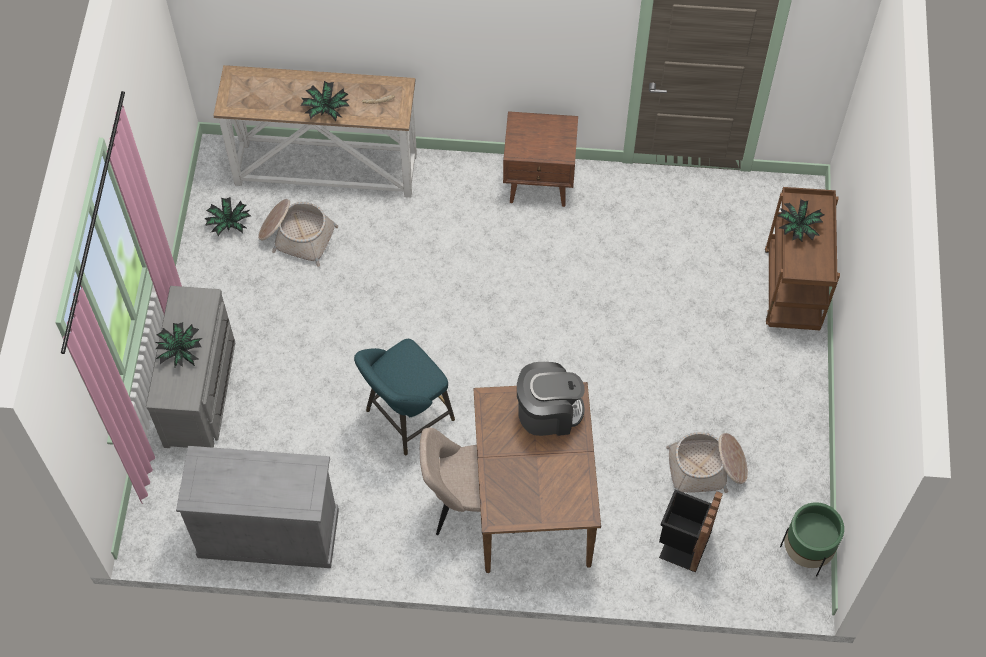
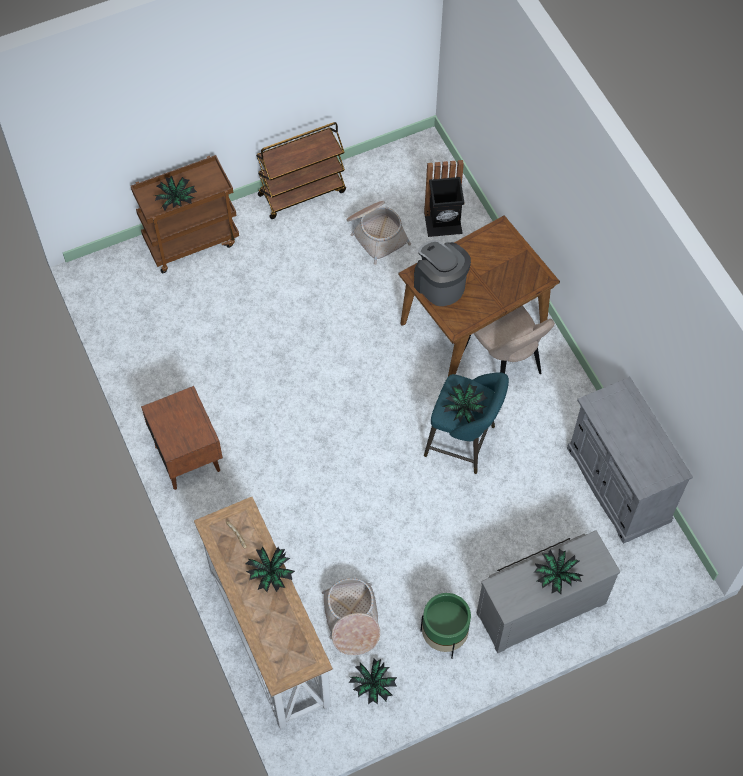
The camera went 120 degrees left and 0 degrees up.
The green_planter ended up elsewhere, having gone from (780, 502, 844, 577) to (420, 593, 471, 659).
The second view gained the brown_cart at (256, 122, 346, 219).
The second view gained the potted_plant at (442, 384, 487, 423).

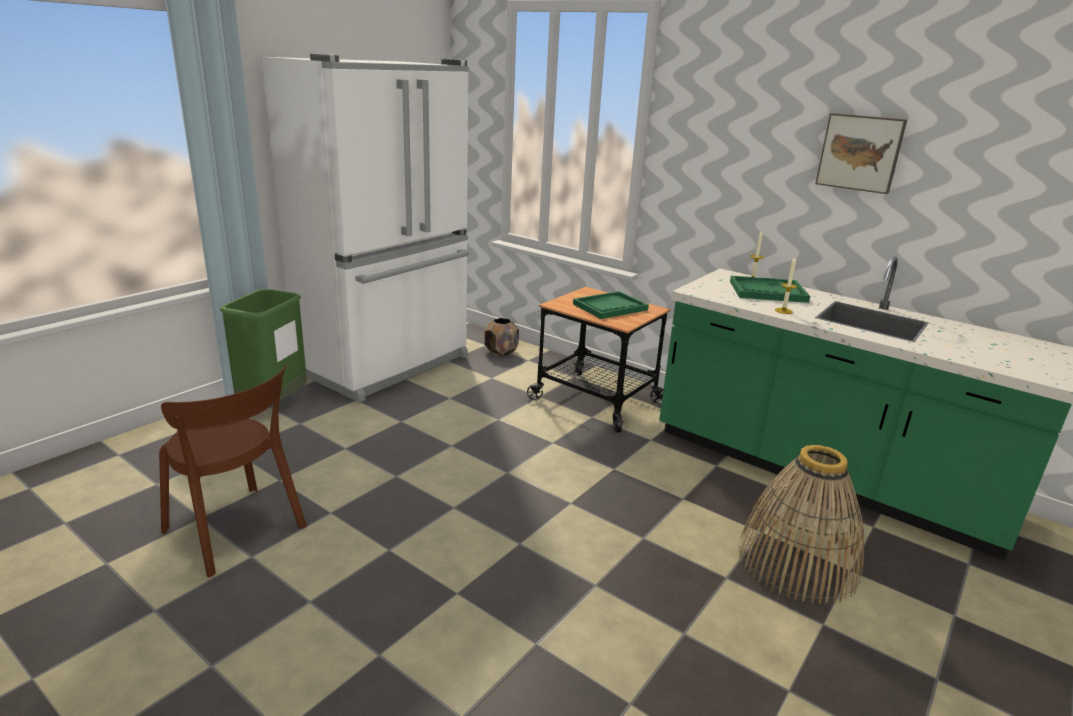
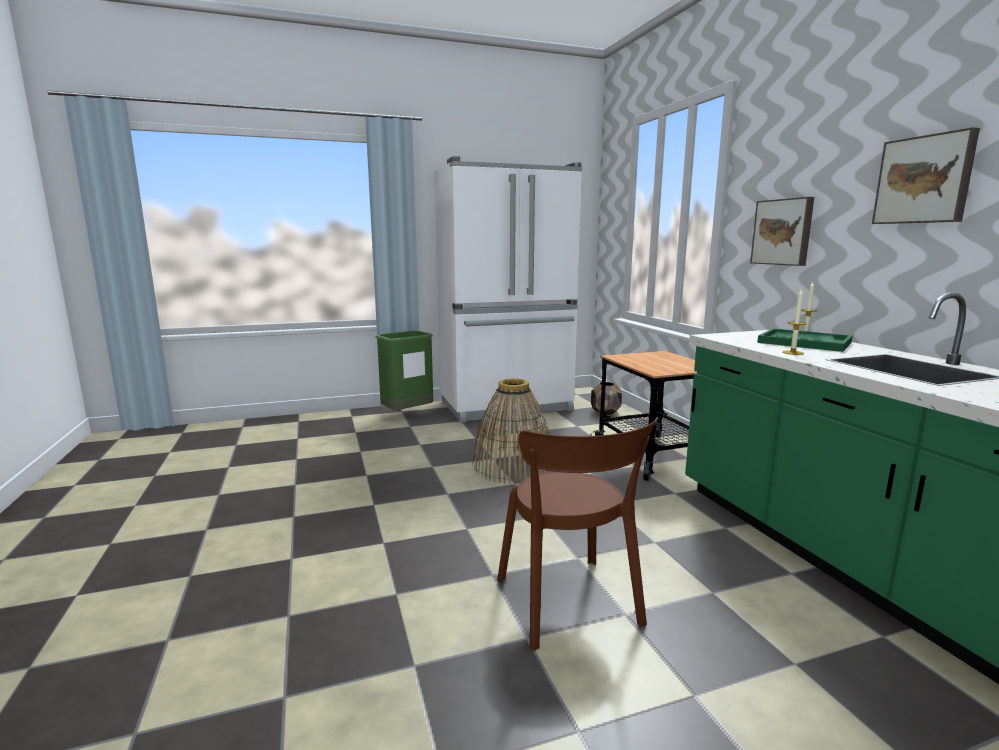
The camera went 35 degrees right and 10 degrees down.
The brown_chair ended up elsewhere, having gone from (159, 363, 307, 577) to (497, 417, 658, 651).
The second view lost the green_tray at (573, 291, 649, 319).
The basket ended up elsewhere, having gone from (738, 445, 864, 604) to (472, 379, 549, 484).
The second view gained the picture at (750, 197, 814, 266).

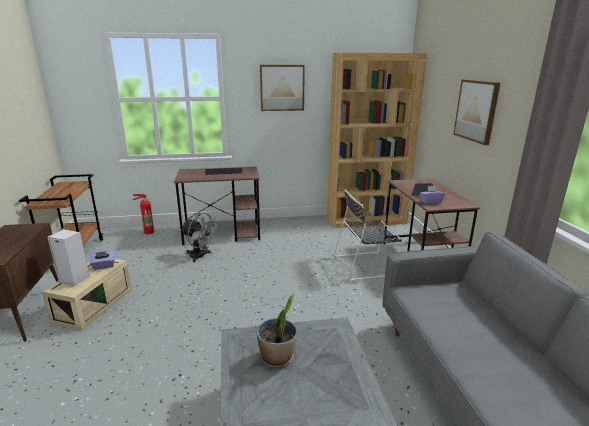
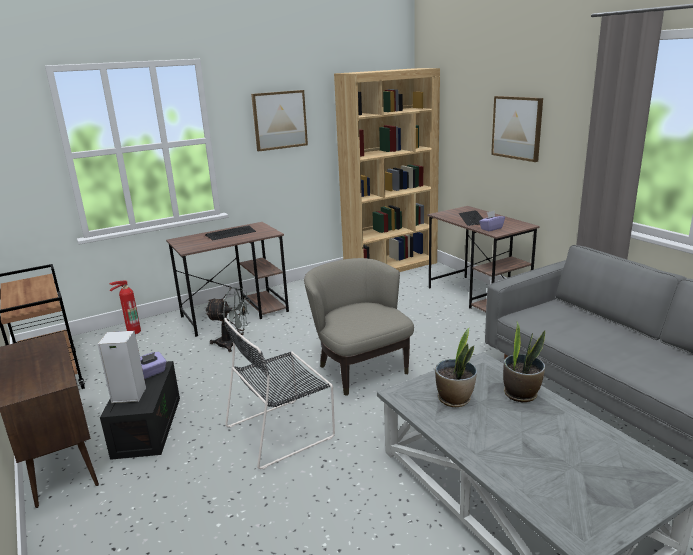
The camera went 20 degrees left and 0 degrees up.
What was the beige_storage_box at (42, 259, 131, 331) turned into the black_storage_box at (100, 361, 180, 460).
The black_chair ended up elsewhere, having gone from (333, 189, 404, 281) to (224, 318, 335, 469).
The second view gained the beige_armchair at (304, 258, 414, 396).
The second view gained the potted_plant at (503, 322, 545, 402).

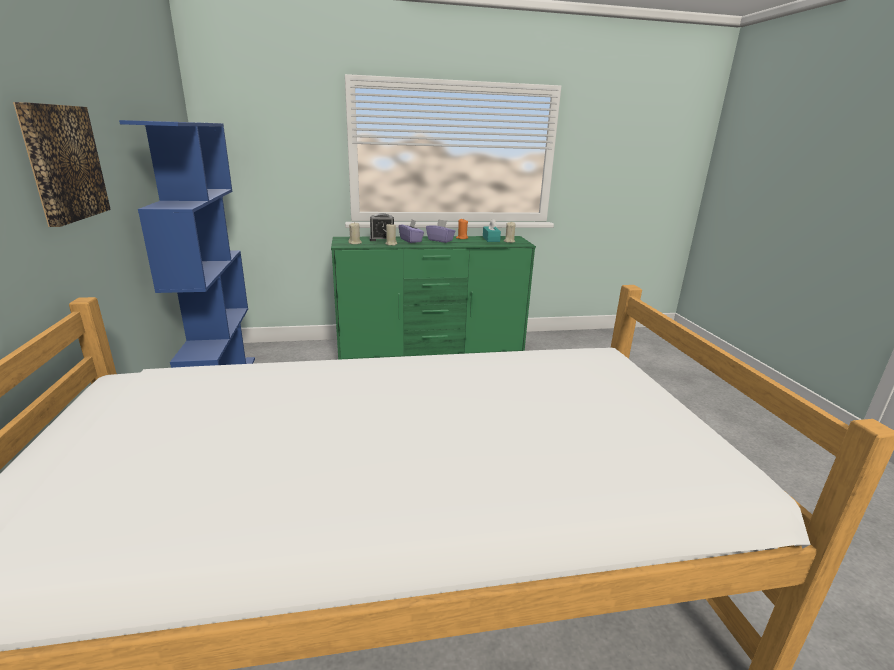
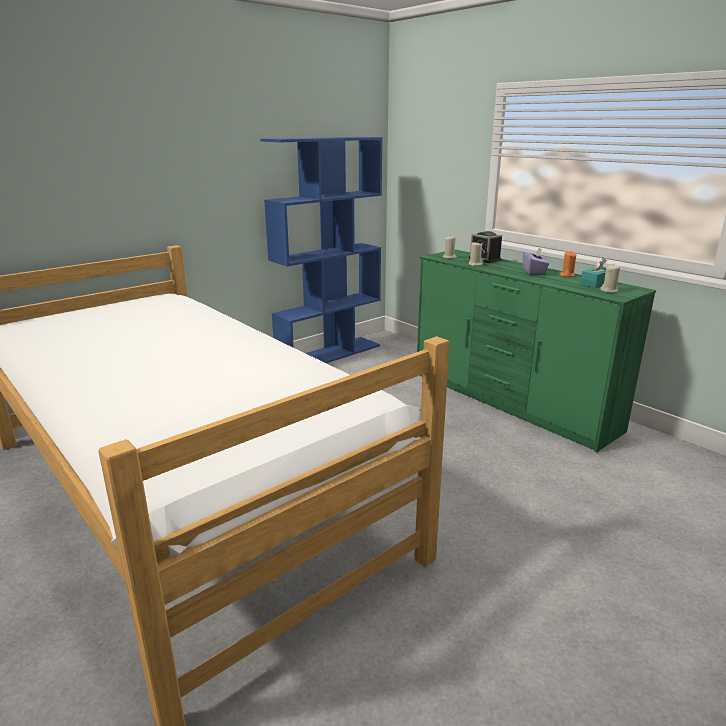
The camera went 60 degrees right and 0 degrees up.
The second view lost the picture at (13, 102, 111, 227).
The second view lost the purple_tissue_box at (399, 220, 424, 243).

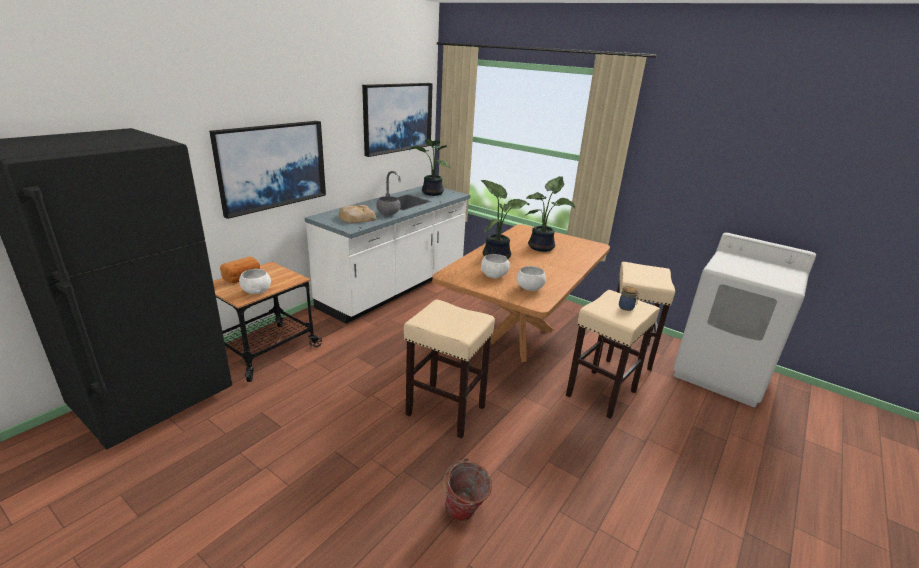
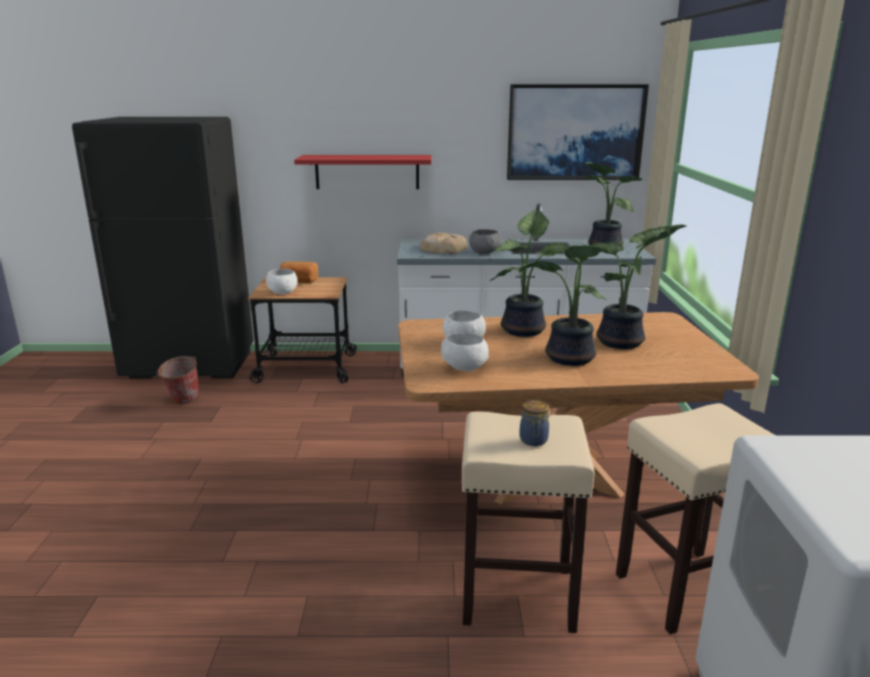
The camera went 55 degrees right and 5 degrees down.
Where the picture hung at (209, 121, 326, 219), the red_shelf came to hang at (294, 155, 431, 189).
The second view lost the beige_stool at (404, 300, 495, 439).
The bucket ended up elsewhere, having gone from (443, 458, 492, 521) to (156, 356, 200, 405).
The second view gained the potted_plant at (519, 245, 608, 366).

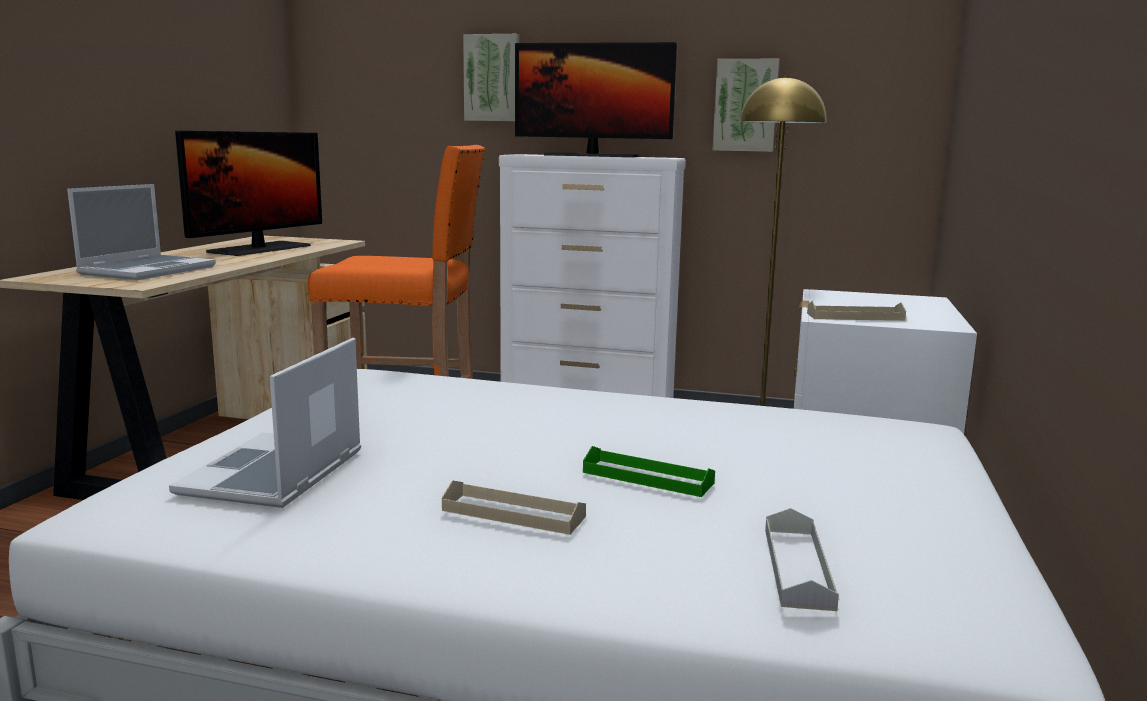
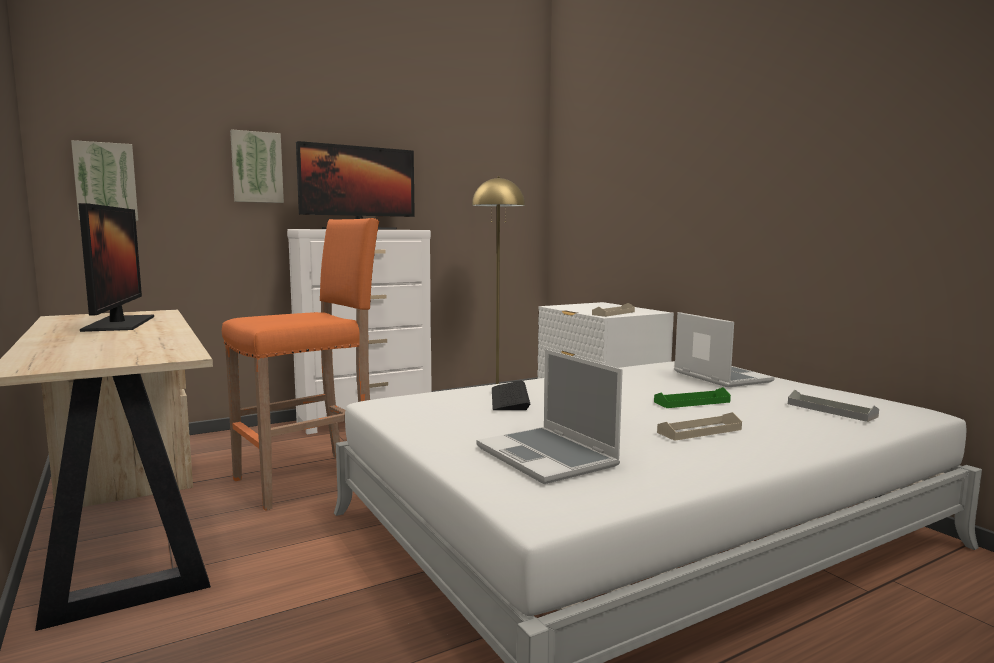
The camera went 45 degrees left and 5 degrees down.
The laptop ended up elsewhere, having gone from (67, 184, 216, 280) to (674, 312, 775, 388).
The picture ended up elsewhere, having gone from (712, 59, 779, 152) to (71, 140, 138, 221).
The second view gained the keyboard at (492, 381, 530, 410).

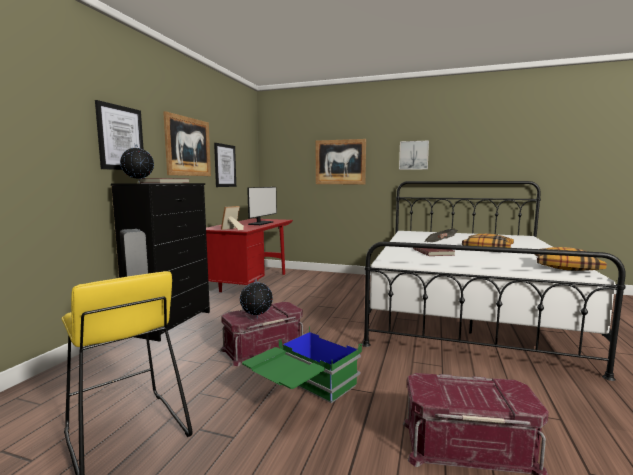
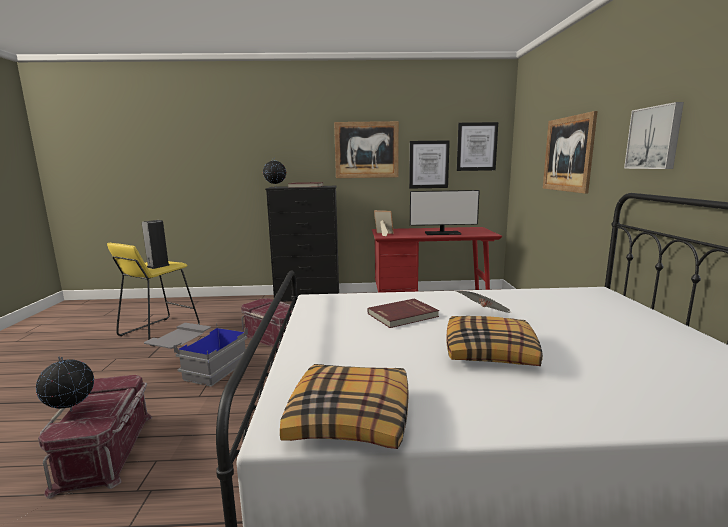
The camera went 70 degrees right and 5 degrees up.
The picture ended up elsewhere, having gone from (95, 100, 143, 170) to (457, 122, 498, 171).
The globe ended up elsewhere, having gone from (240, 279, 273, 319) to (36, 356, 94, 411).
What was the green_storage_box at (242, 326, 362, 403) turned into the grey_storage_box at (144, 323, 248, 387).

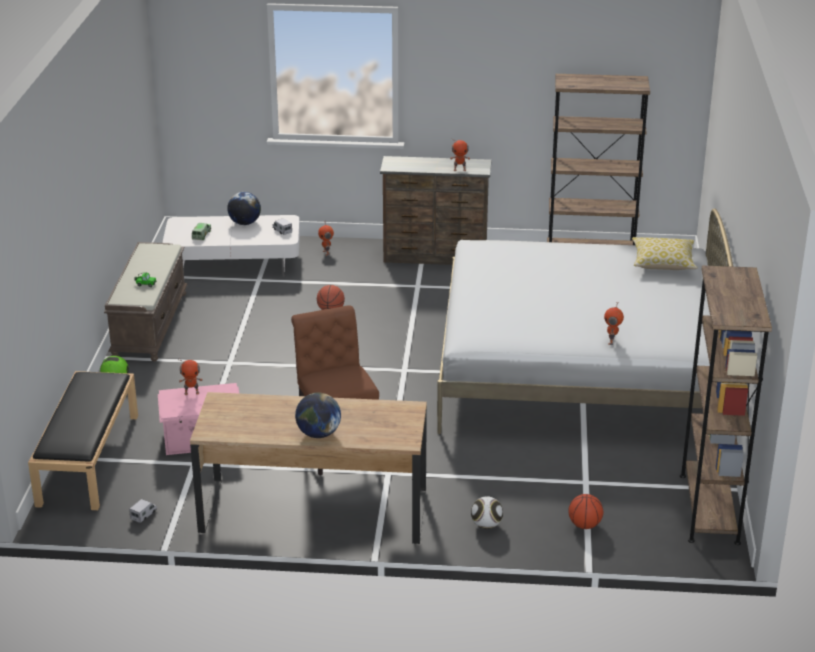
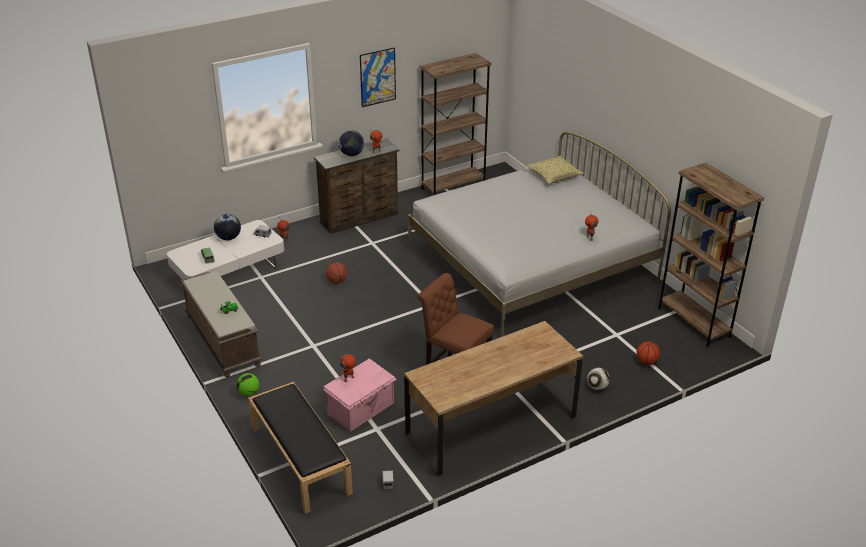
The camera went 35 degrees left and 5 degrees up.
The globe ended up elsewhere, having gone from (295, 392, 341, 438) to (339, 130, 364, 156).
The second view gained the picture at (360, 47, 396, 107).

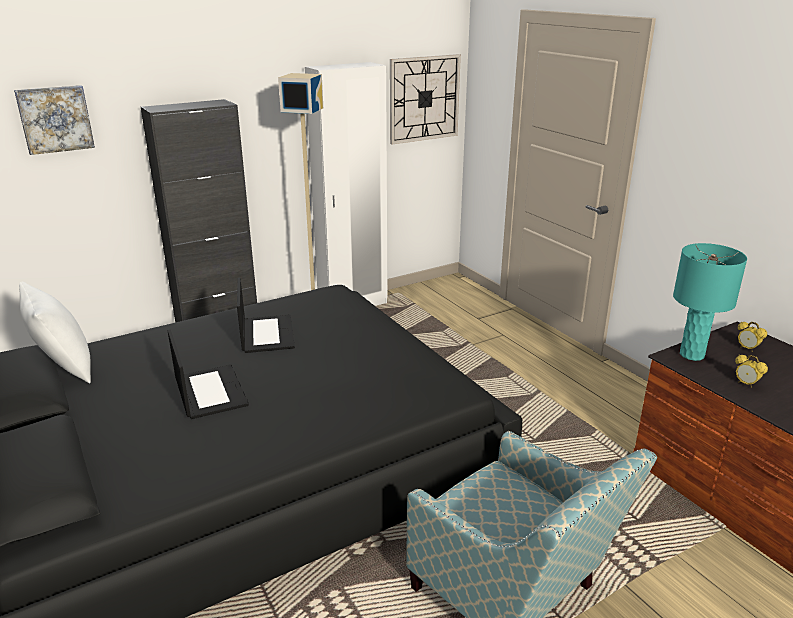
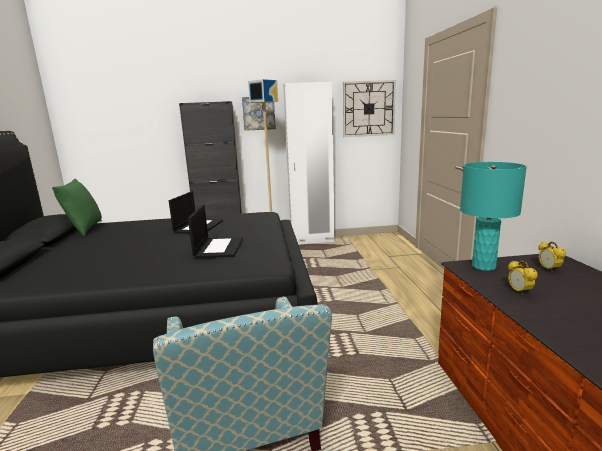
The camera went 25 degrees right and 10 degrees down.
The picture ended up elsewhere, having gone from (14, 85, 95, 155) to (242, 97, 276, 131).
What was the white_pillow at (19, 282, 91, 383) turned into the green_pillow at (52, 179, 102, 236).
The laptop ended up elsewhere, having gone from (168, 330, 249, 419) to (188, 205, 243, 258).

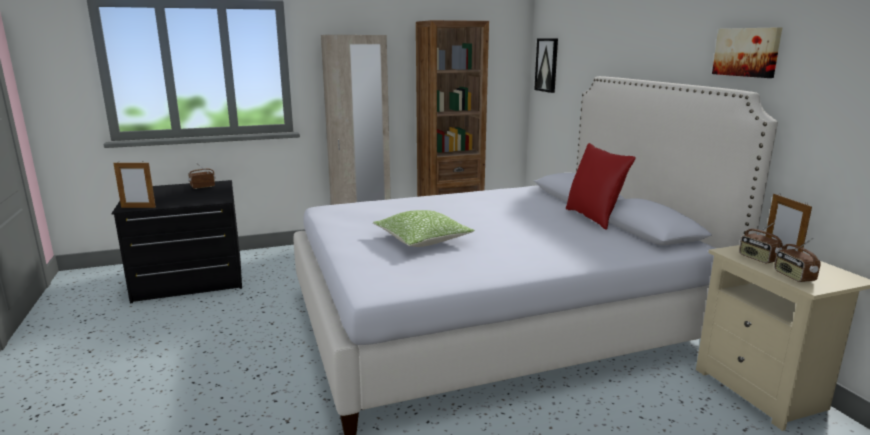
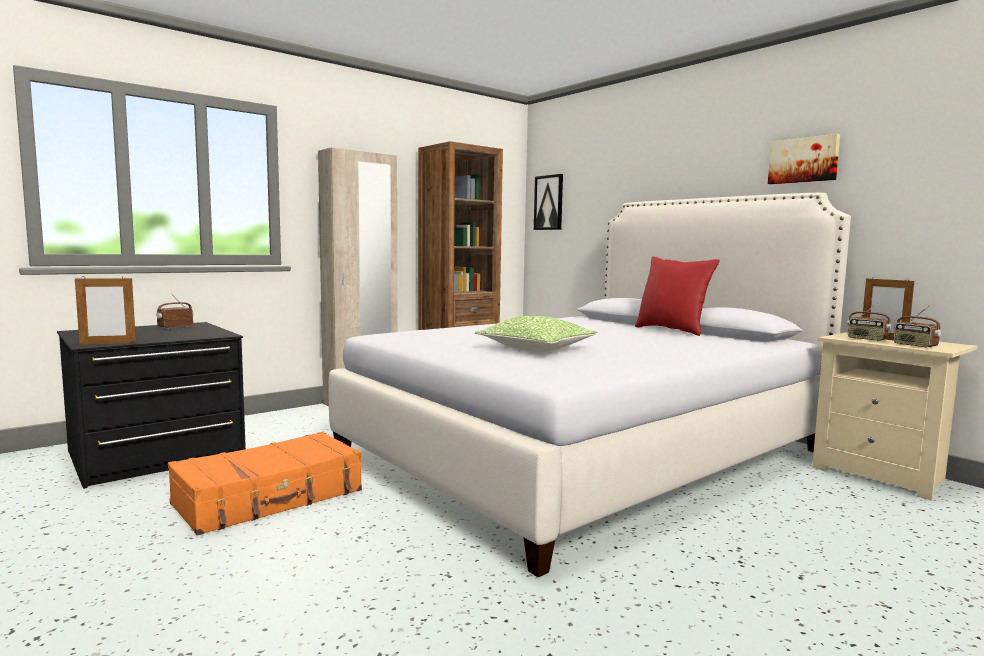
The camera went 20 degrees left and 10 degrees down.
The second view gained the orange_suitcase at (168, 432, 362, 535).

